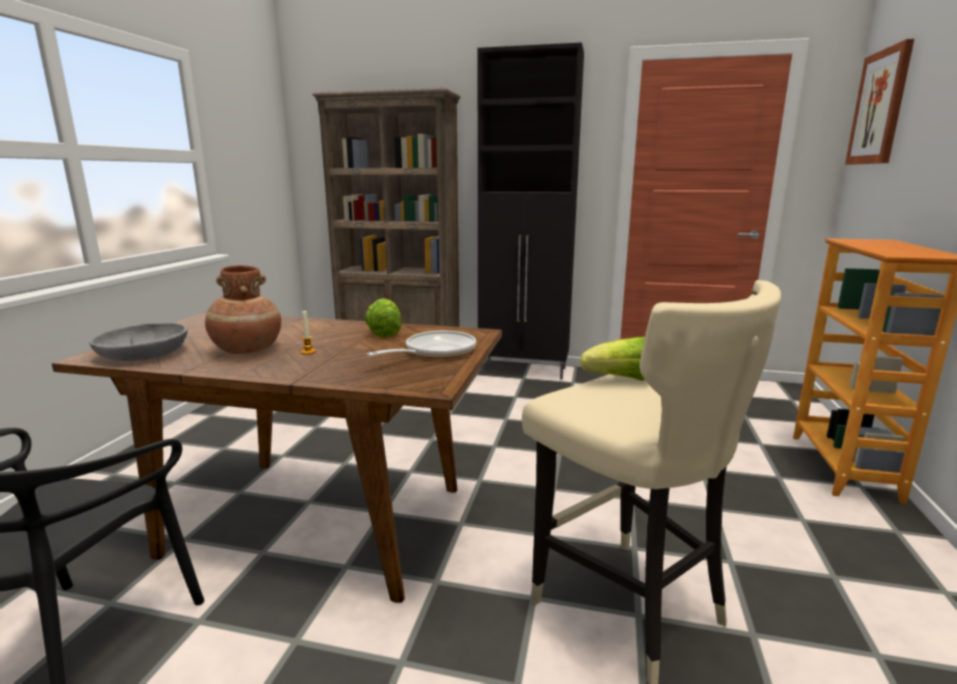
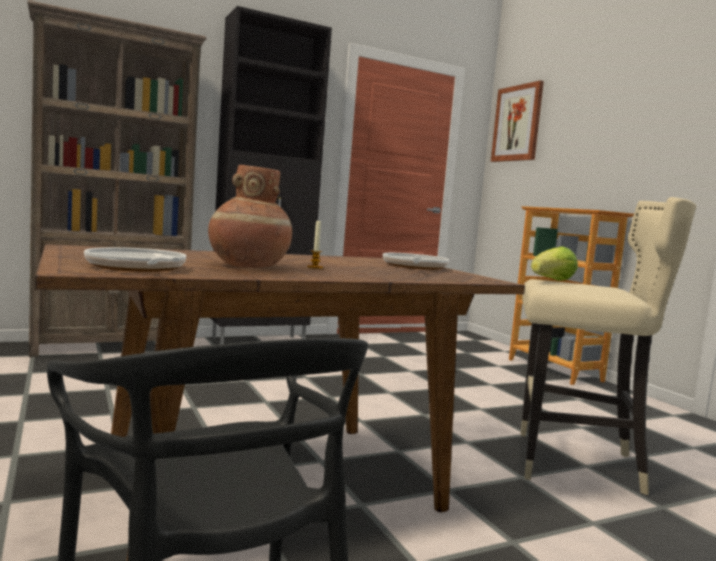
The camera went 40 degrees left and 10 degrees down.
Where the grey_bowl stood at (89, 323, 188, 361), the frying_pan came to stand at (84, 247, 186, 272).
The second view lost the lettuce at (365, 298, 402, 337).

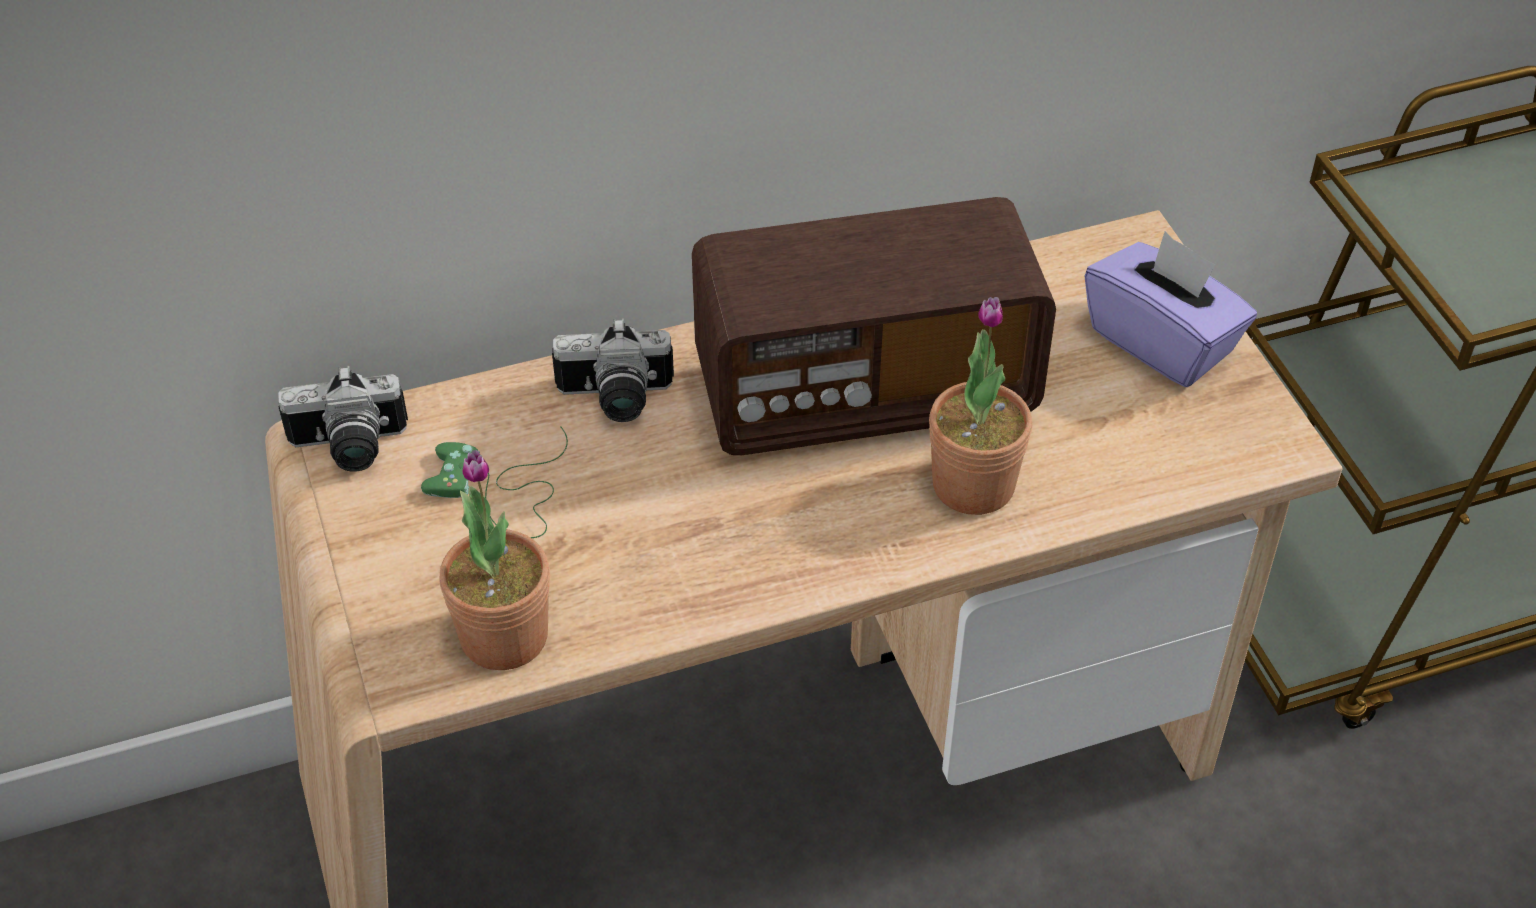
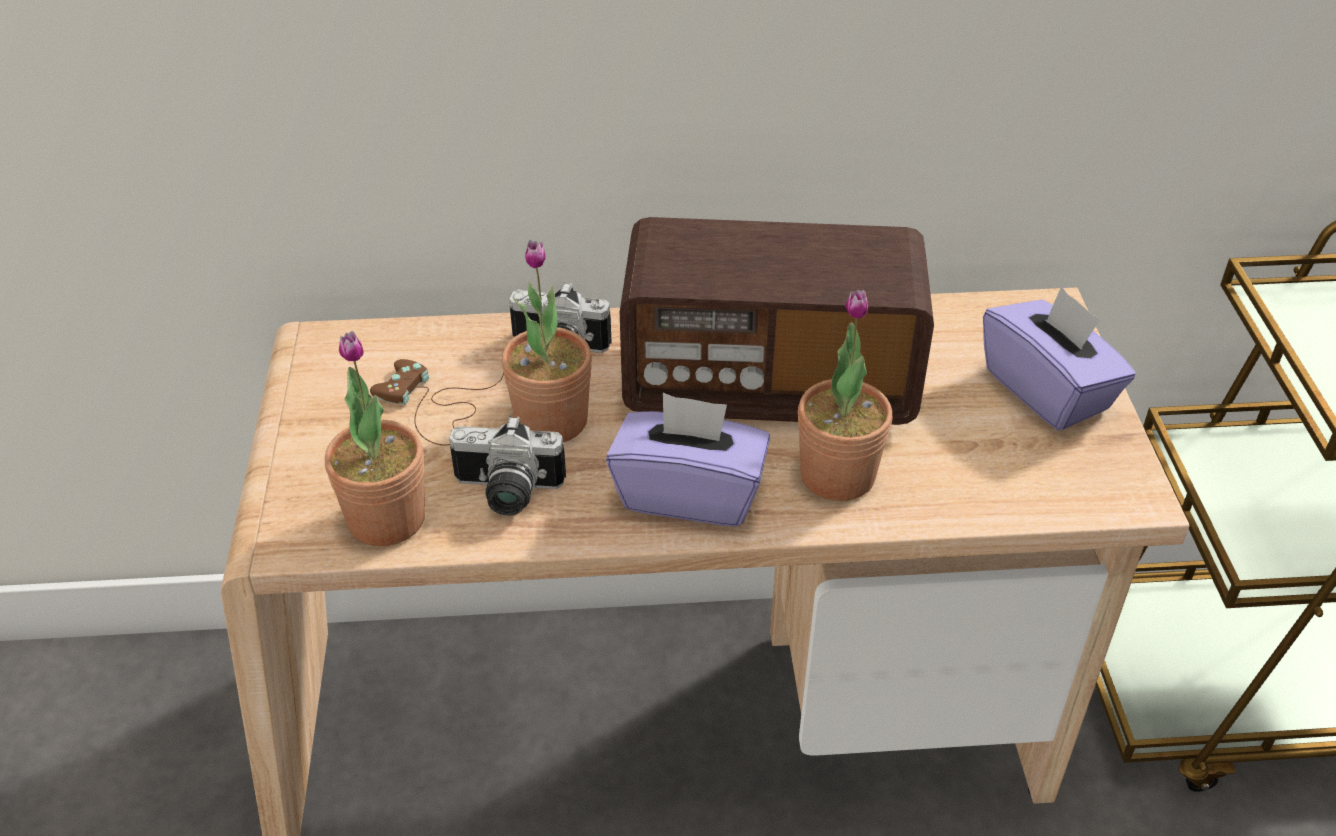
The camera went 15 degrees right and 5 degrees down.
The photo_camera ended up elsewhere, having gone from (278, 366, 408, 472) to (449, 416, 566, 516).
What was the green_game_controller at (421, 427, 568, 538) turned into the brown_game_controller at (370, 359, 504, 446).
The second view gained the potted_plant at (502, 240, 592, 442).
The second view gained the purple_tissue_box at (606, 393, 770, 527).

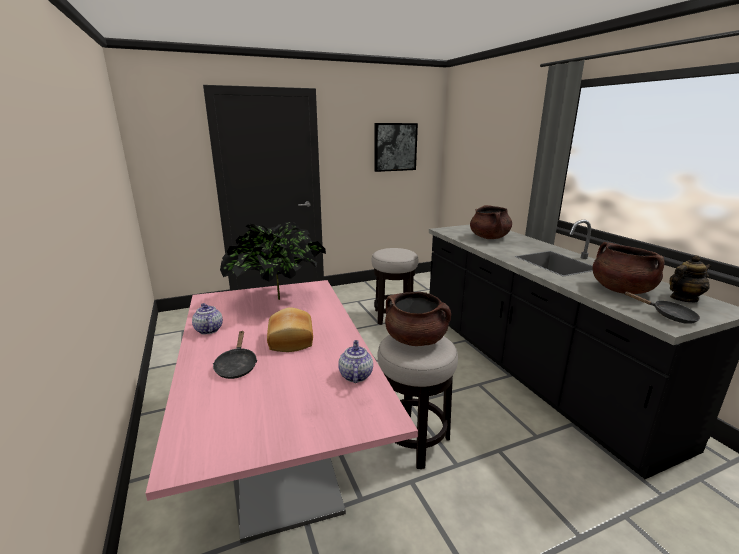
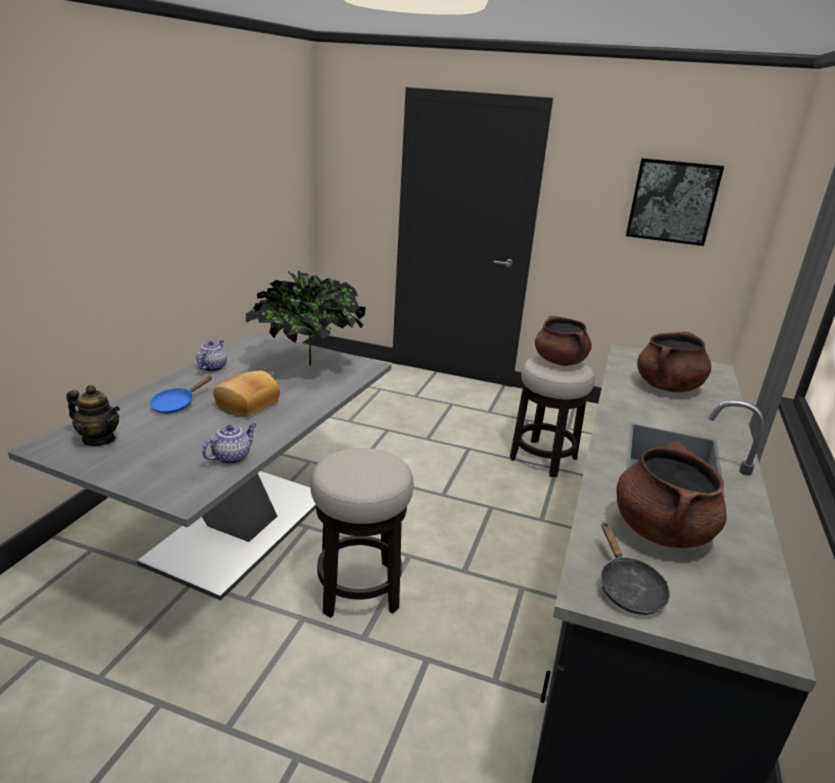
The camera went 40 degrees right and 5 degrees up.
What was the pink_dining_table at (145, 280, 418, 543) turned into the grey_dining_table at (8, 332, 392, 600).
What was the black_frying_pan at (213, 330, 257, 379) turned into the blue_frying_pan at (150, 376, 212, 414).
The brown_cooking_pot ended up elsewhere, having gone from (385, 292, 451, 346) to (535, 316, 592, 366).
The teapot ended up elsewhere, having gone from (669, 255, 711, 302) to (66, 385, 120, 446).

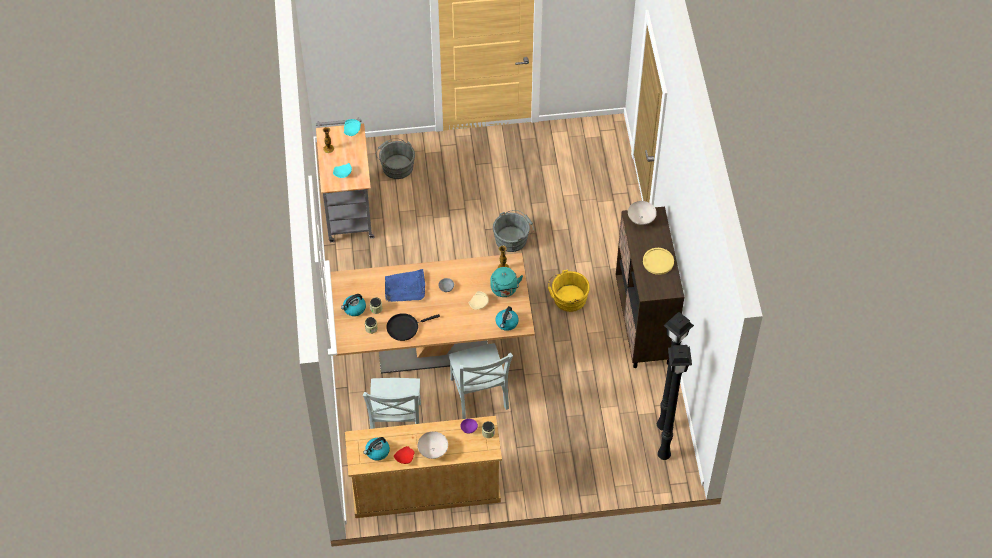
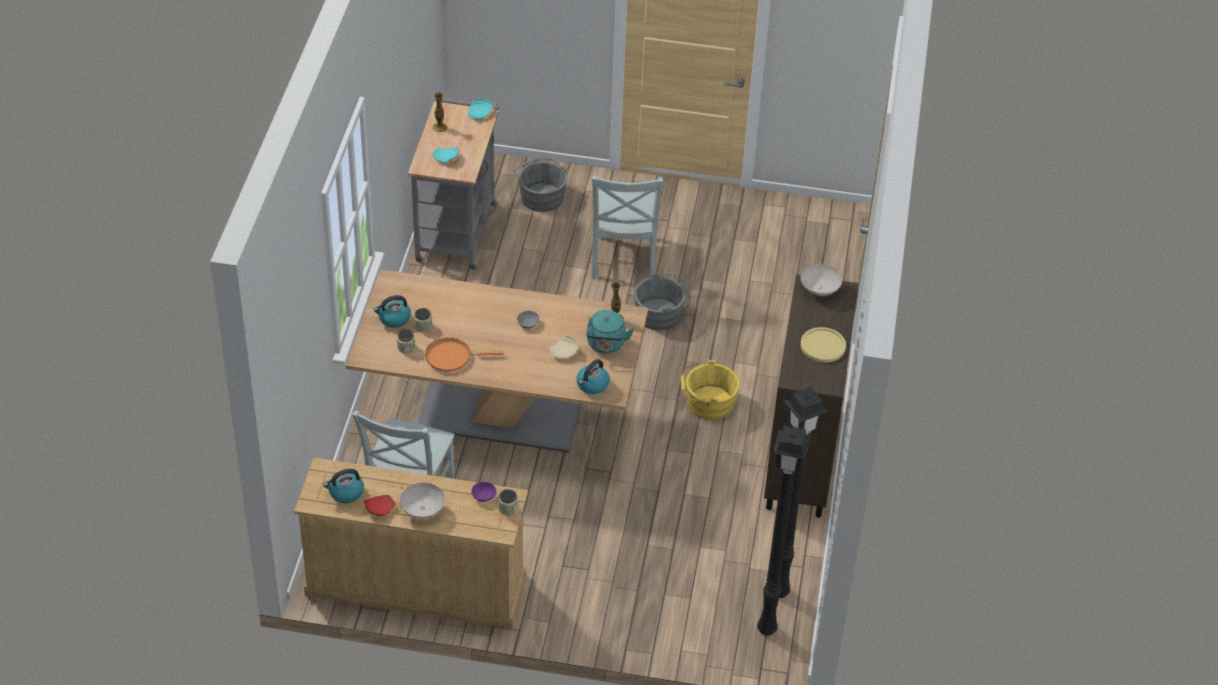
The camera went 15 degrees right and 10 degrees down.
The second view lost the blue_tray at (385, 269, 425, 302).
What was the black_frying_pan at (386, 313, 440, 341) turned into the orange_frying_pan at (425, 338, 504, 372).
The grey_chair ended up elsewhere, having gone from (448, 343, 513, 419) to (592, 175, 663, 280).

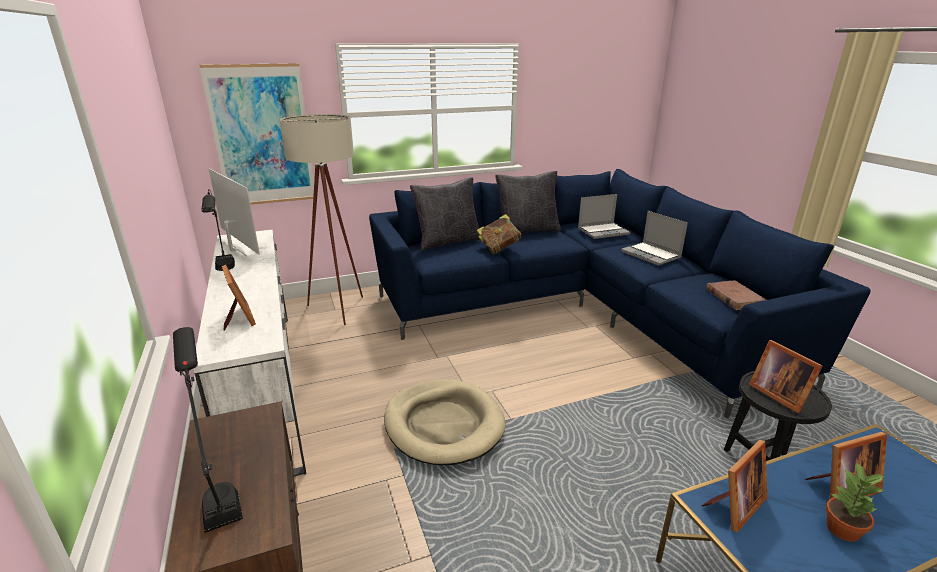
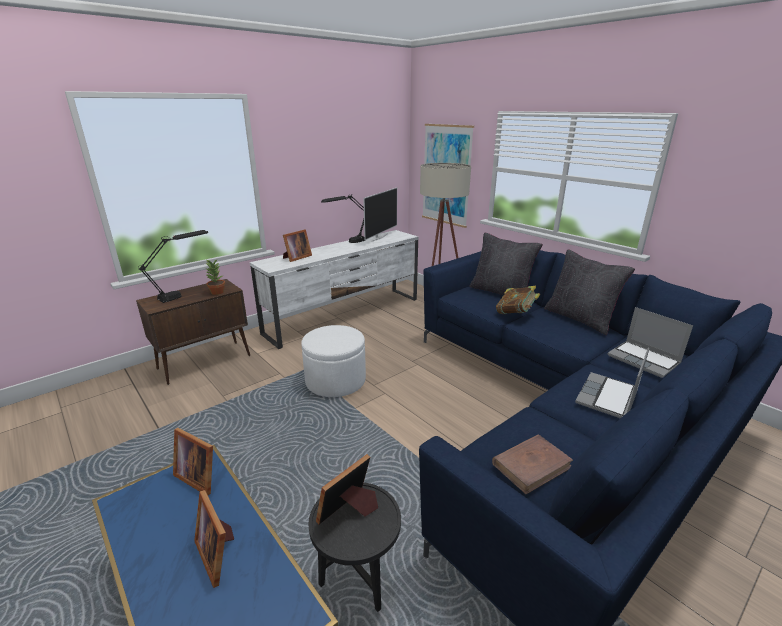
The camera went 70 degrees right and 0 degrees up.
Where the beige_dog_bed stood at (384, 379, 506, 465), the white_ottoman came to stand at (301, 325, 366, 397).
The potted_plant ended up elsewhere, having gone from (825, 462, 885, 542) to (206, 259, 225, 295).

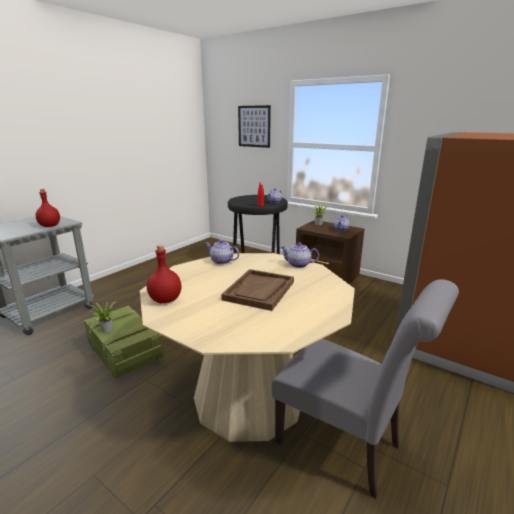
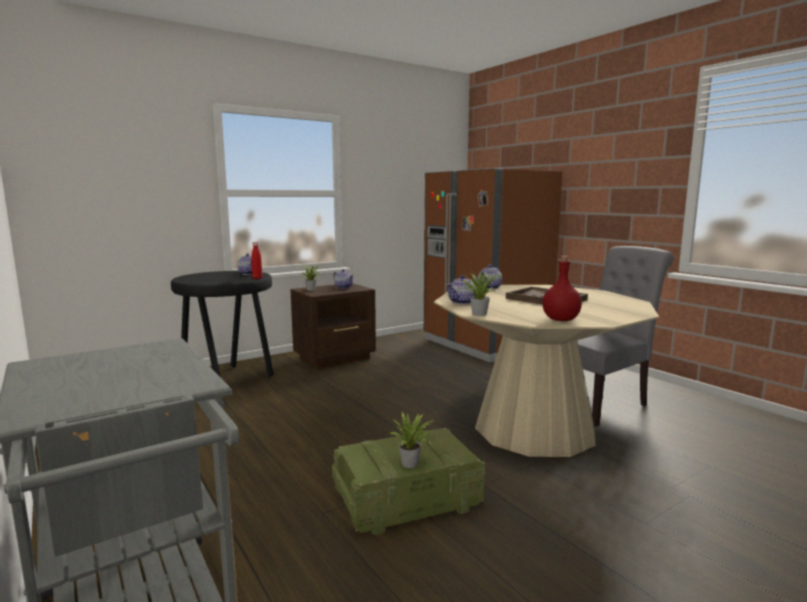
The camera went 70 degrees left and 10 degrees down.
The second view lost the red_bottle at (36, 189, 60, 227).
The second view lost the picture at (238, 105, 271, 148).
The second view gained the potted_plant at (462, 272, 502, 316).

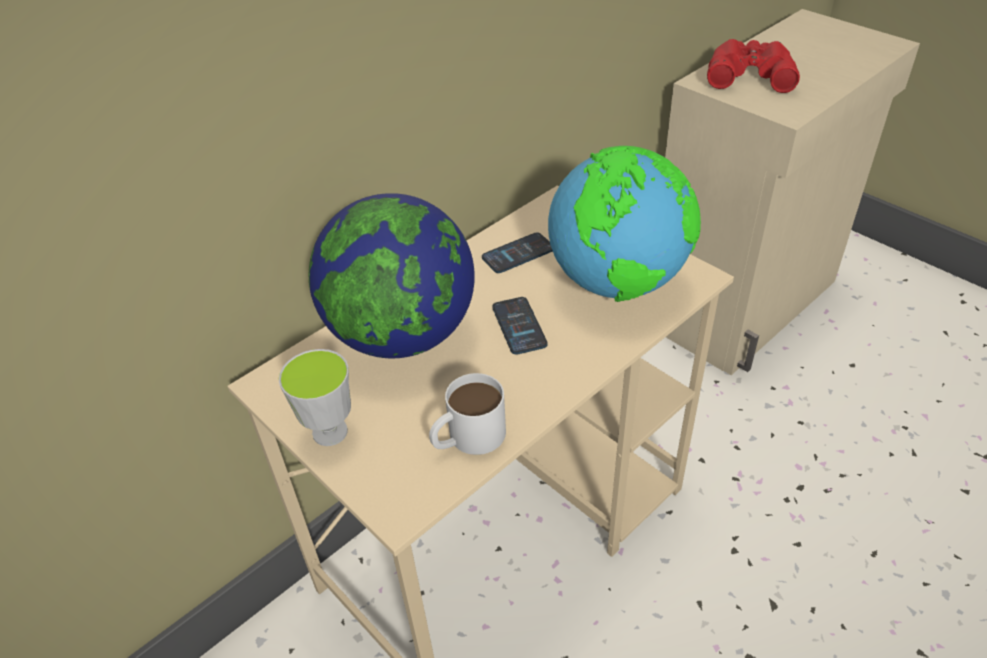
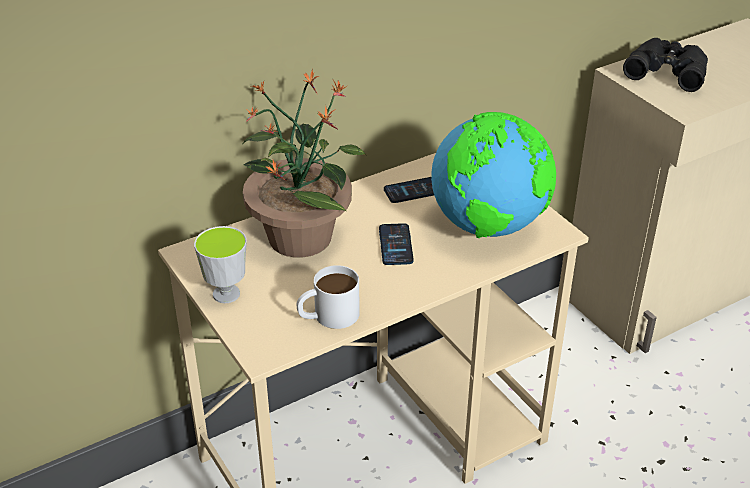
The camera went 10 degrees right and 5 degrees down.
Where the globe stood at (309, 193, 475, 358), the potted_plant came to stand at (243, 69, 367, 257).
What was the red_binoculars at (707, 39, 800, 93) turned into the black_binoculars at (623, 38, 708, 92).

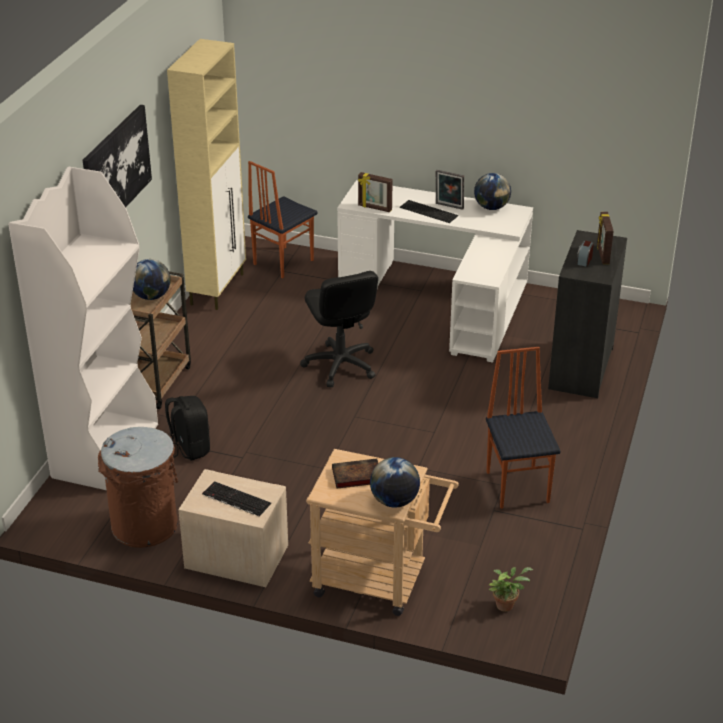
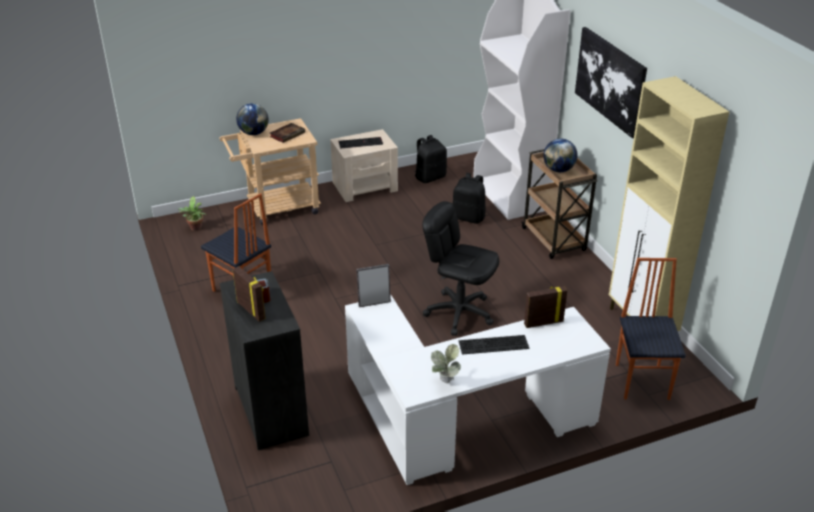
The camera went 140 degrees right and 0 degrees up.
Where the brown_trash_can stood at (98, 427, 178, 548), the black_backpack came to stand at (414, 135, 447, 183).
The picture_frame ended up elsewhere, having gone from (436, 170, 464, 210) to (356, 264, 391, 307).
Where the globe stood at (474, 173, 511, 210), the potted_plant came to stand at (431, 344, 461, 383).

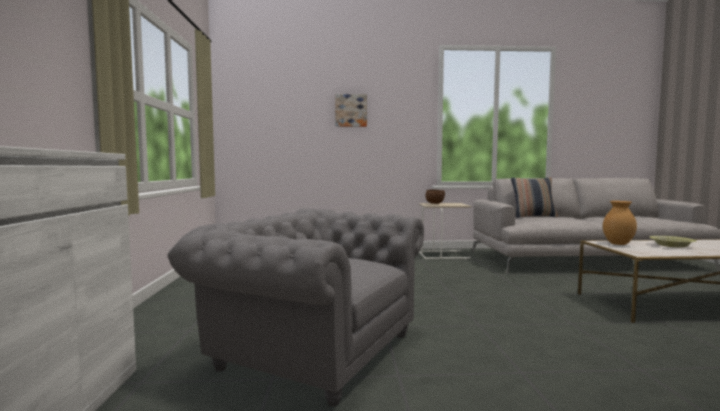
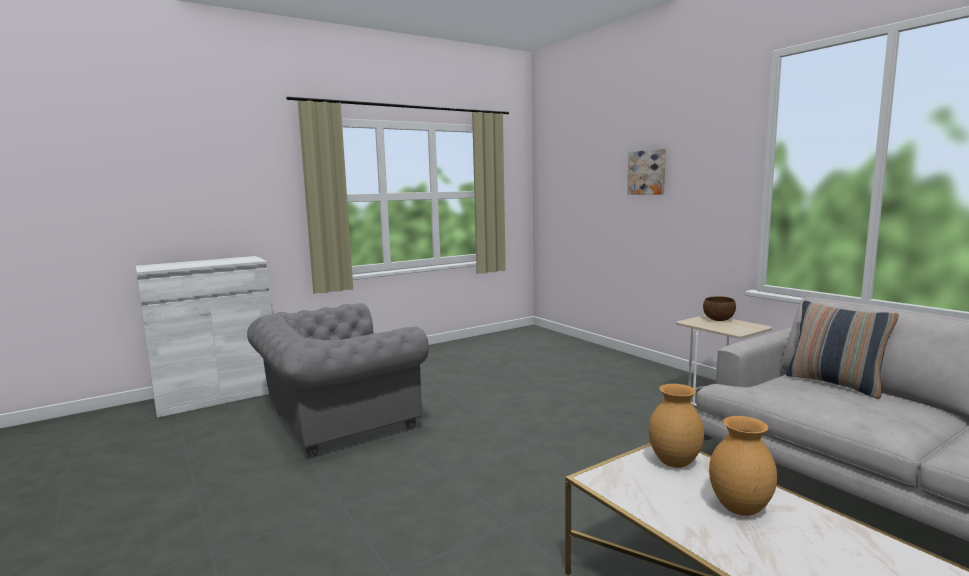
The camera went 60 degrees right and 5 degrees up.
The grey_armchair at (168, 208, 424, 406) ended up facing another way, 120 degrees counterclockwise from before.
Where the yellow_bowl stood at (650, 236, 696, 247), the brown_vase came to stand at (709, 416, 777, 516).

